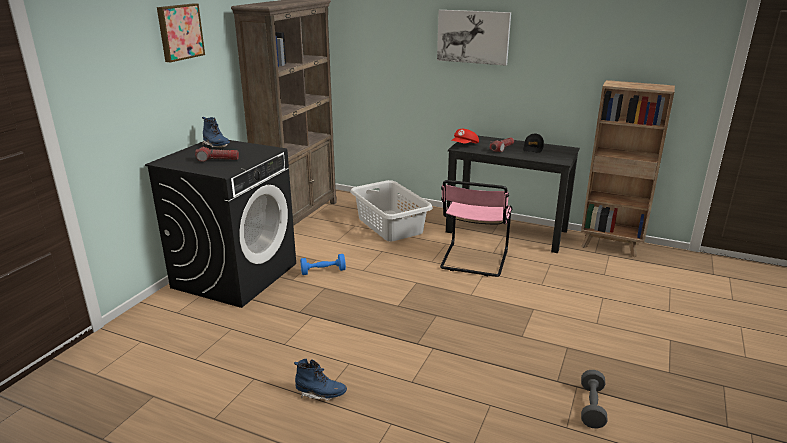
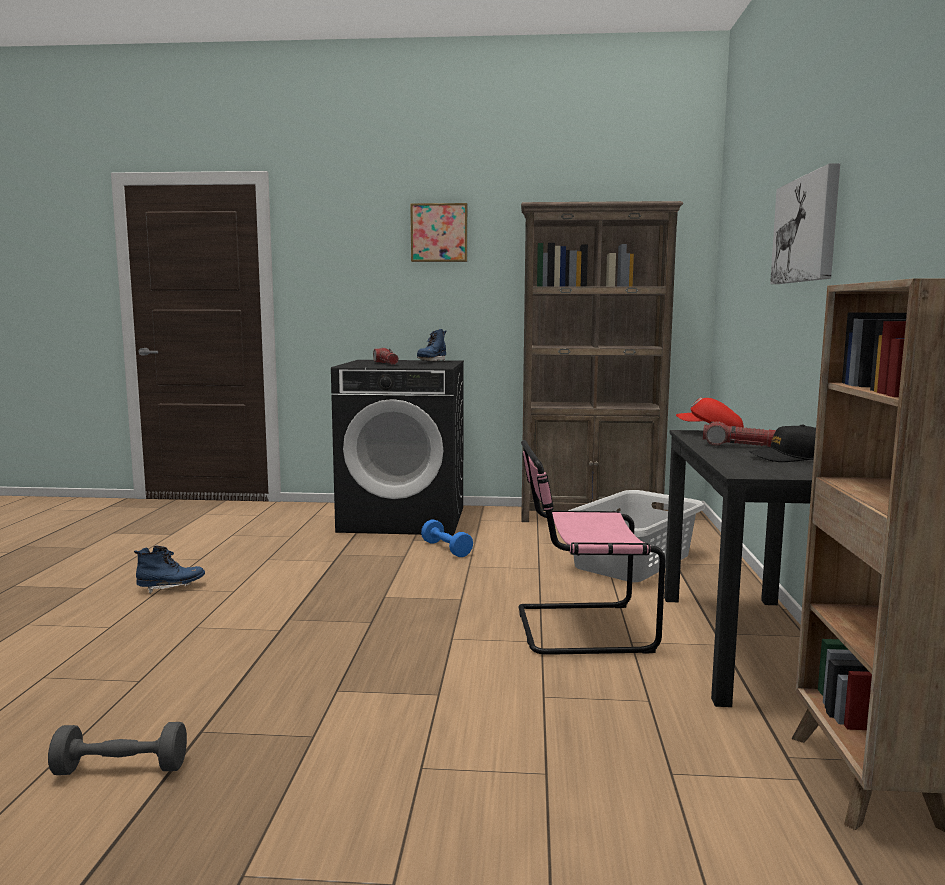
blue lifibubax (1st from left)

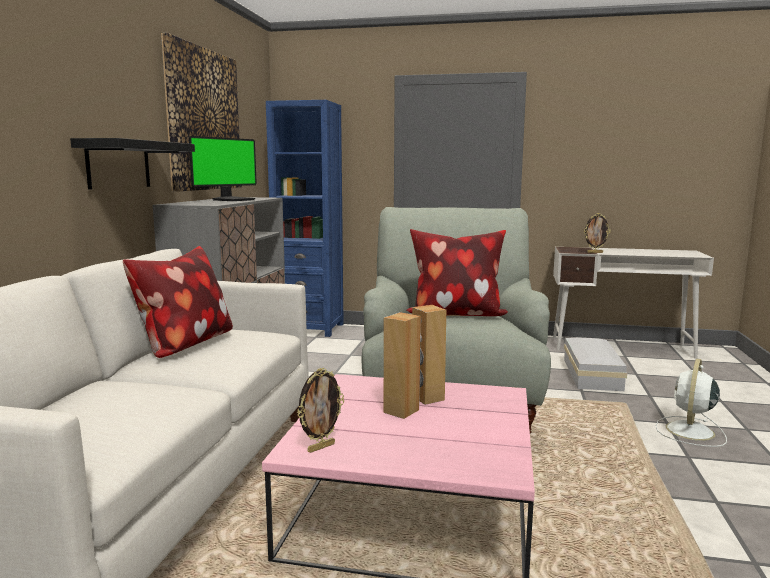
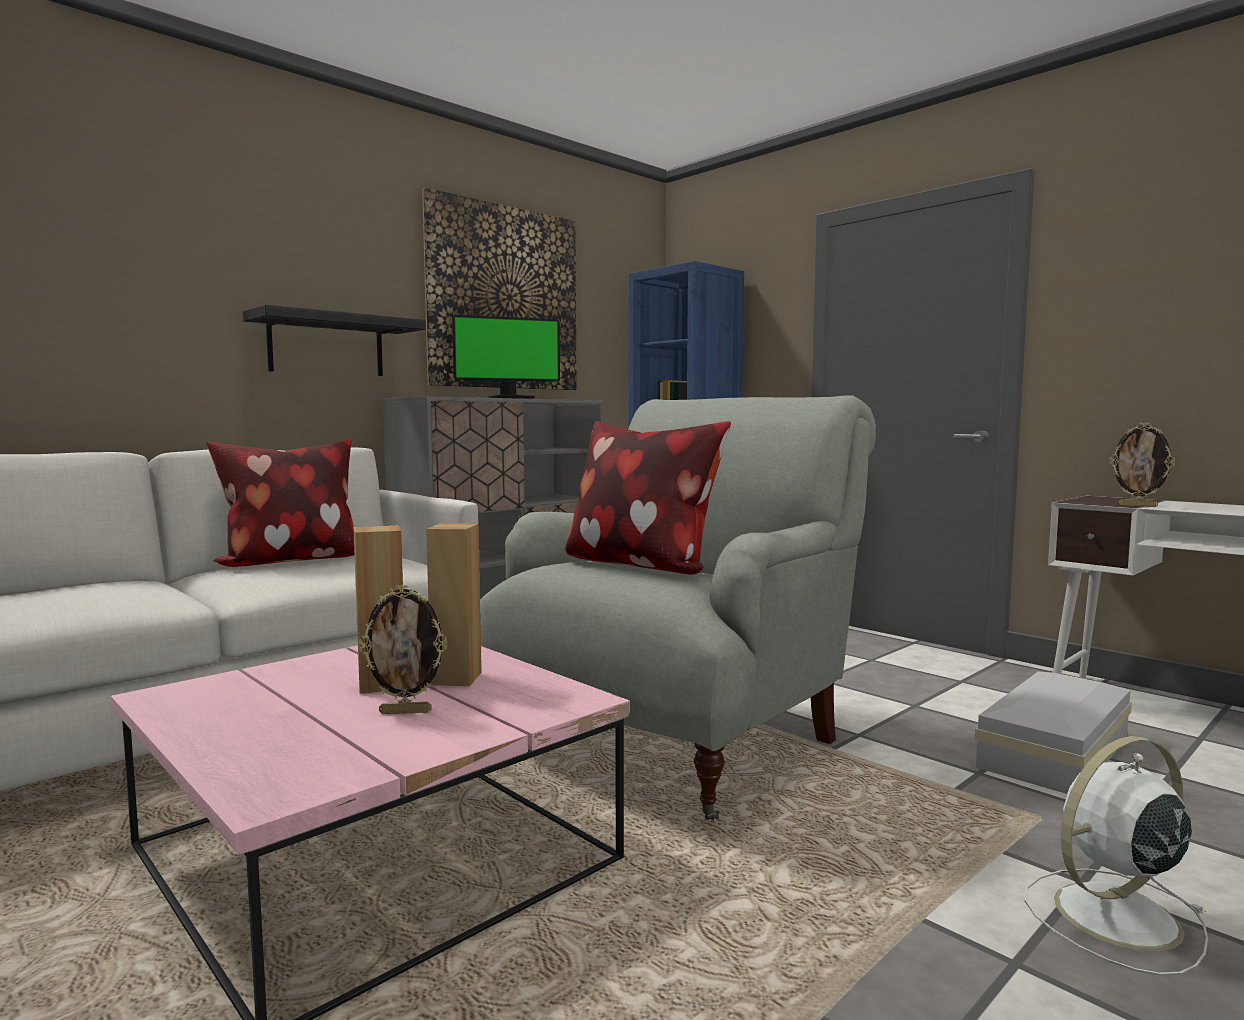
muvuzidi (1st from left)

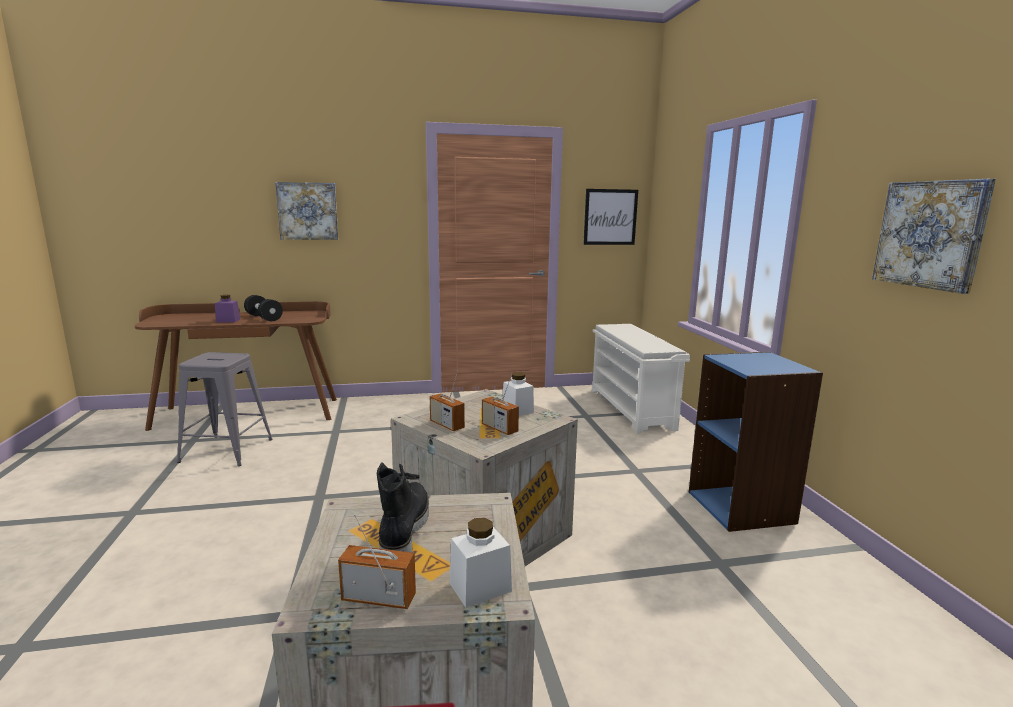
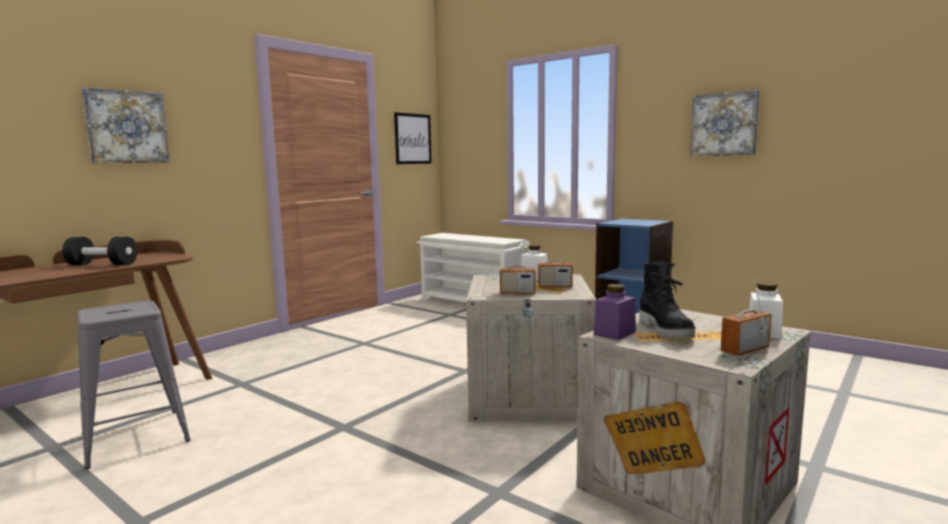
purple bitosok
black lifibubax

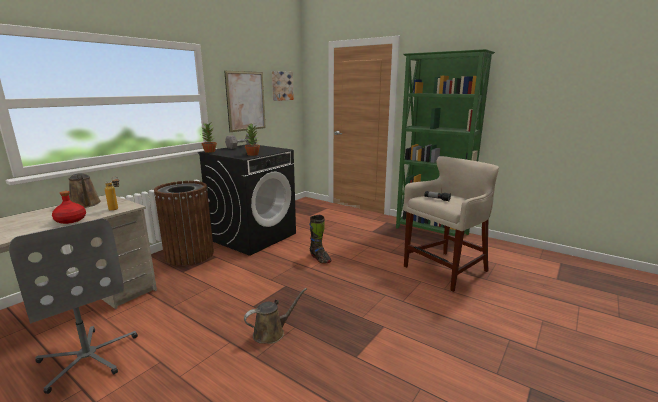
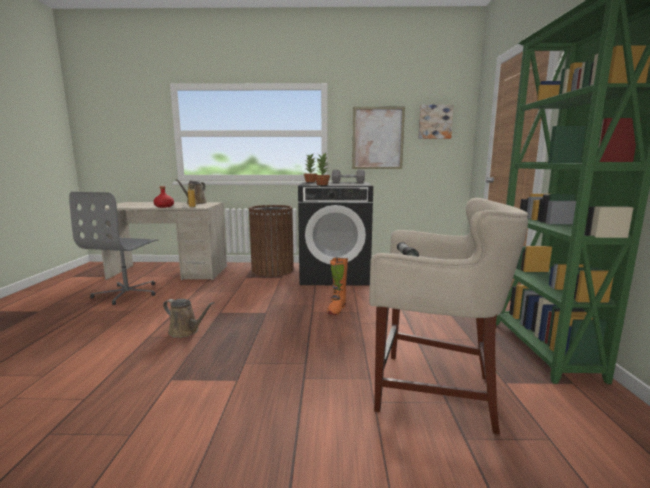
orange lifibubax

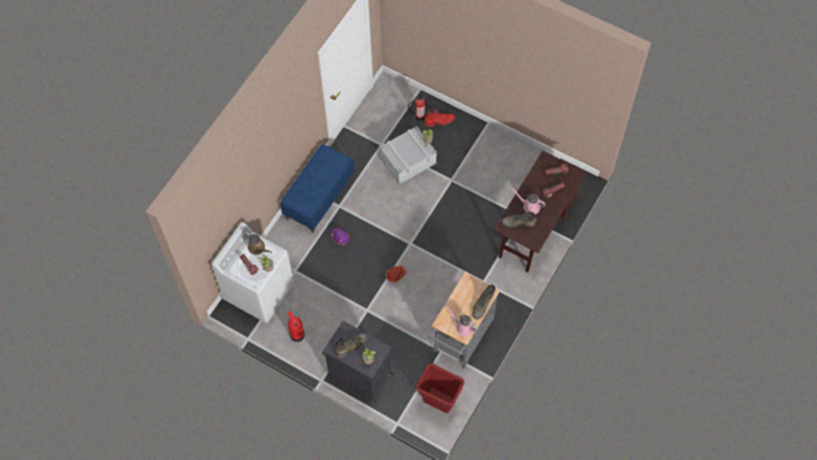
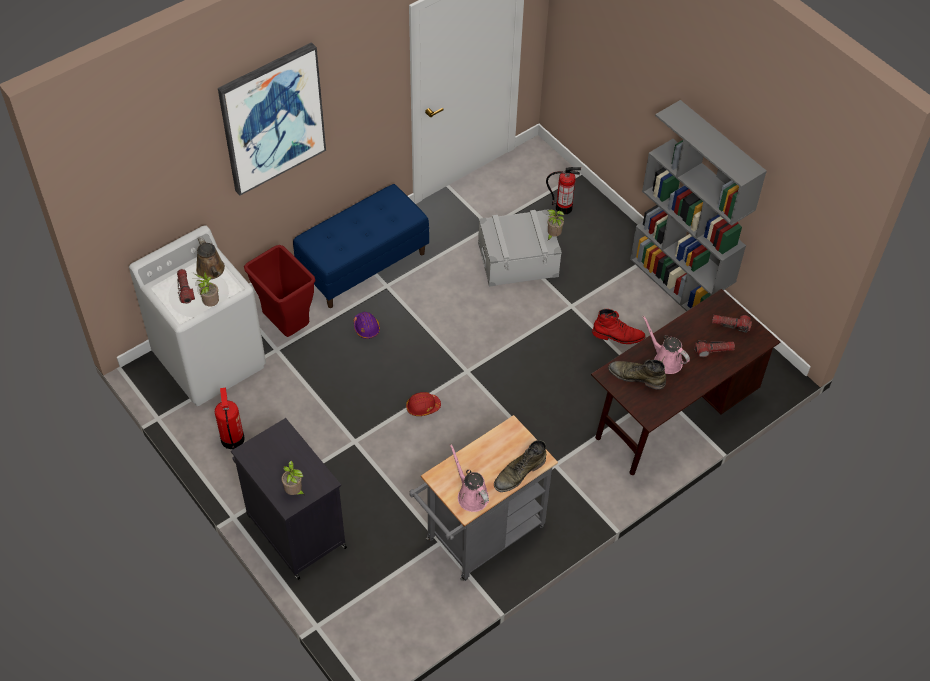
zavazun
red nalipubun
red lifibubax
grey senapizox
green lifibubax (1st from left in the first image)

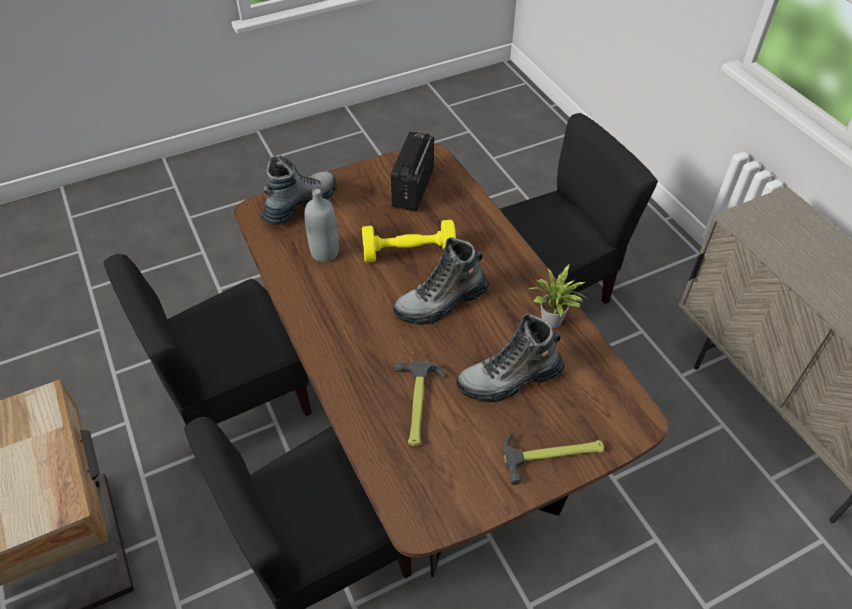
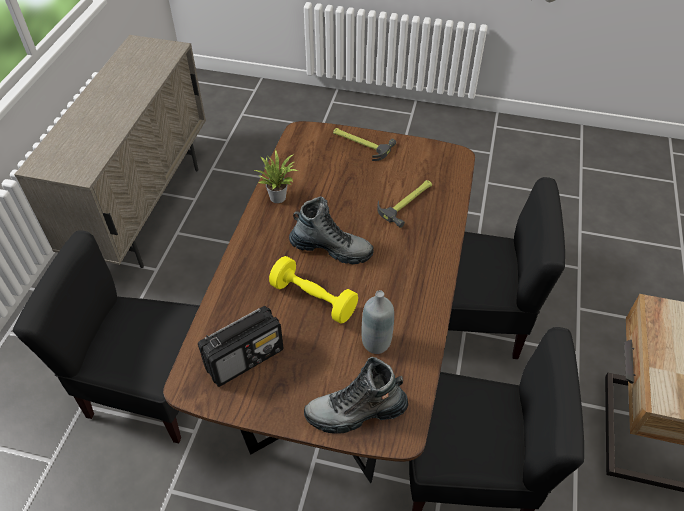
lifibubax (3rd from left in the first image)

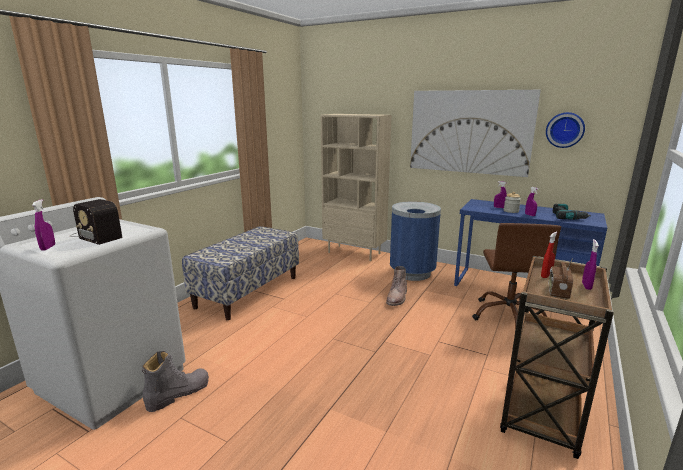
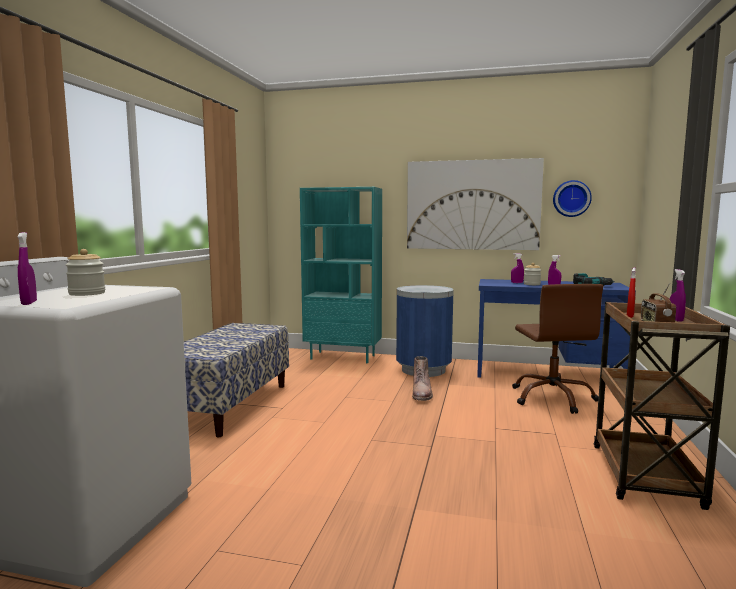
bitosok (1st from left)
turquoise senapizox
grey lifibubax

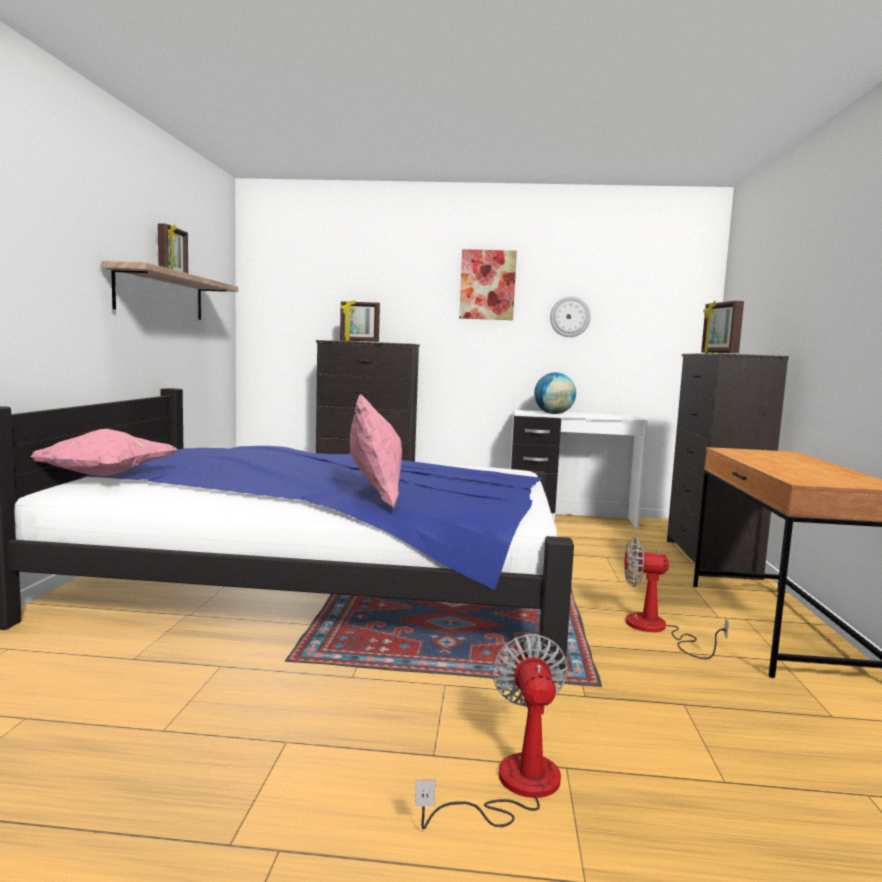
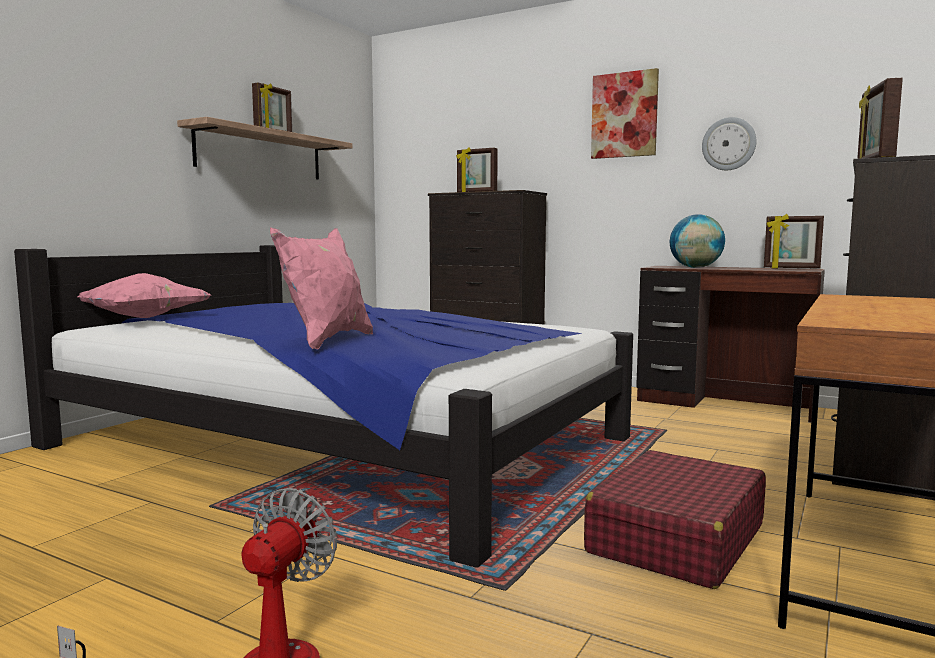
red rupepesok
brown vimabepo (1st from left)
muvuzidi (3rd from left)

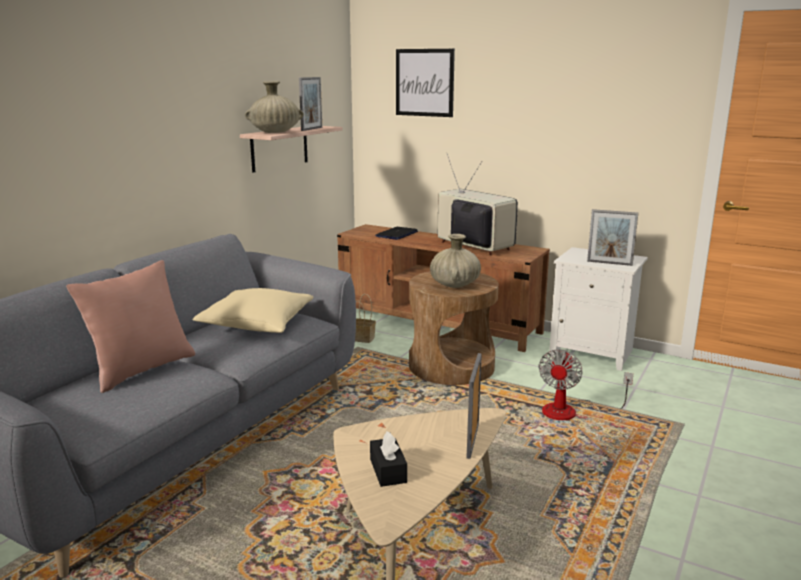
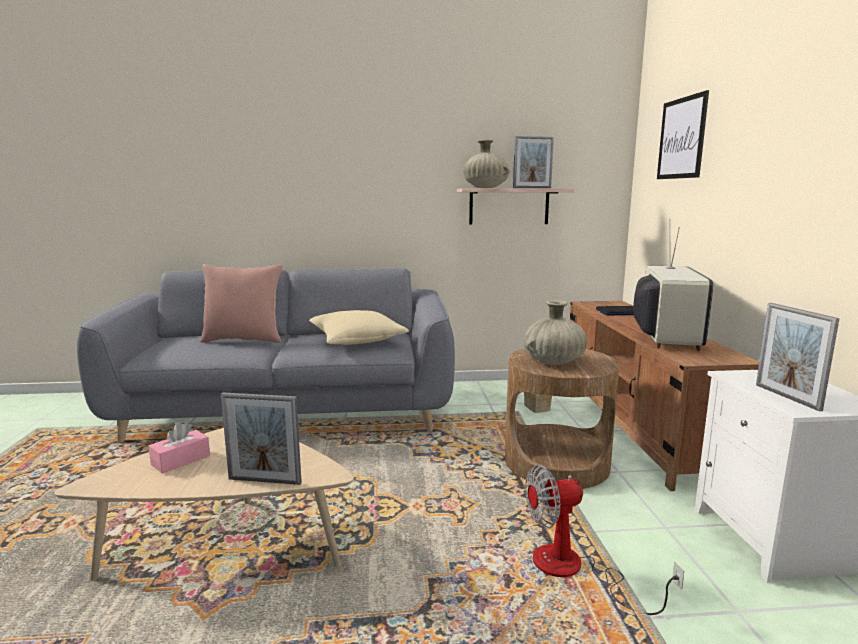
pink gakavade
muvuzidi (1st from left)

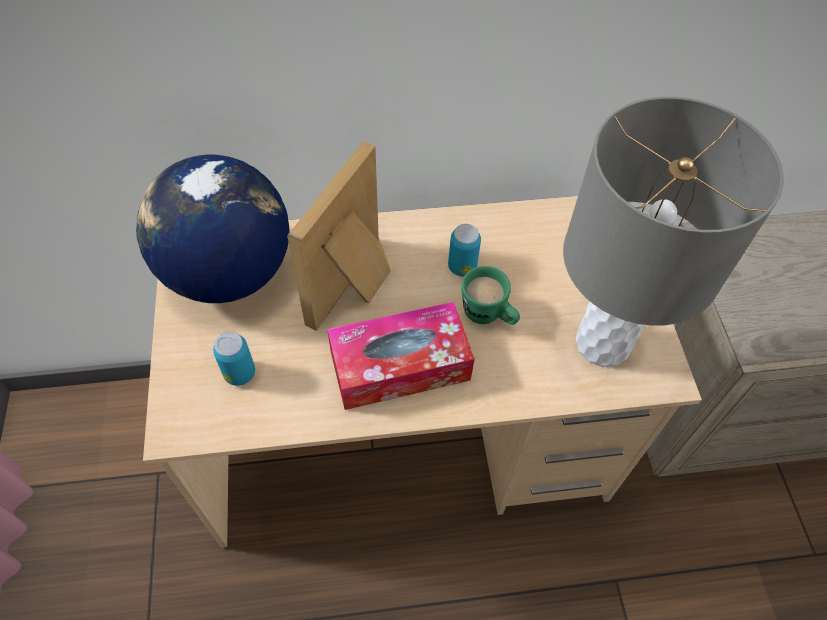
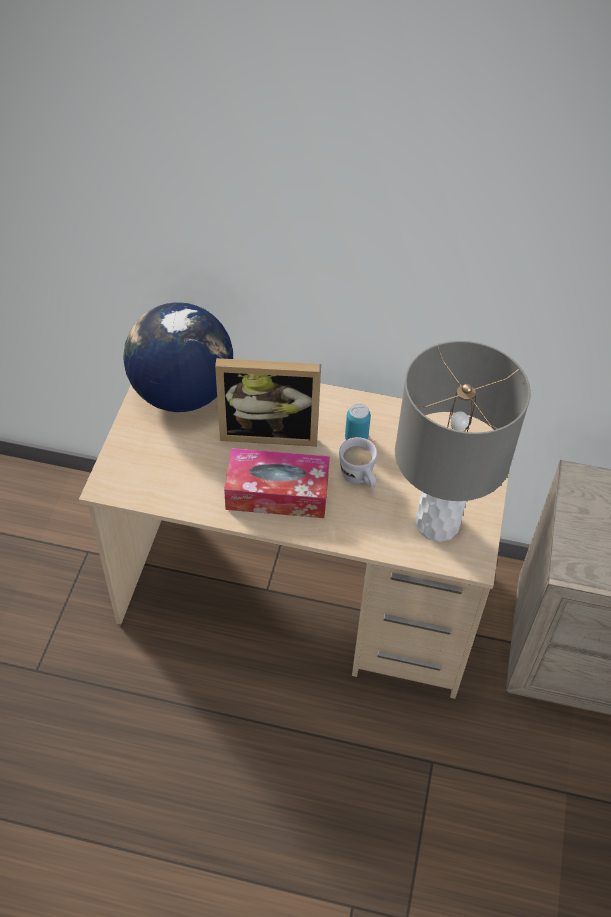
muvuzidi
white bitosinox
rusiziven (1st from left in the first image)

